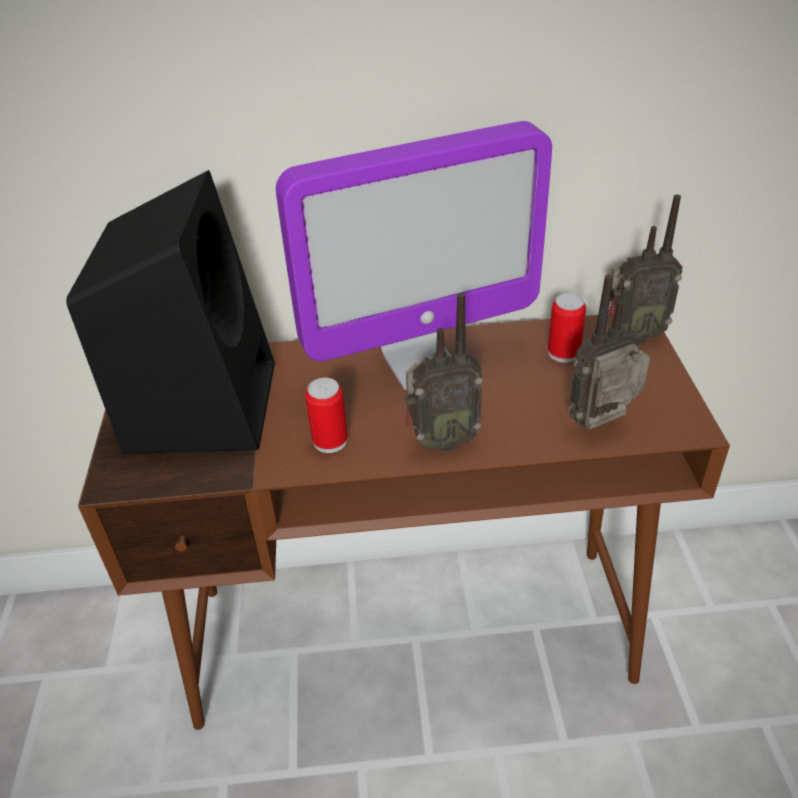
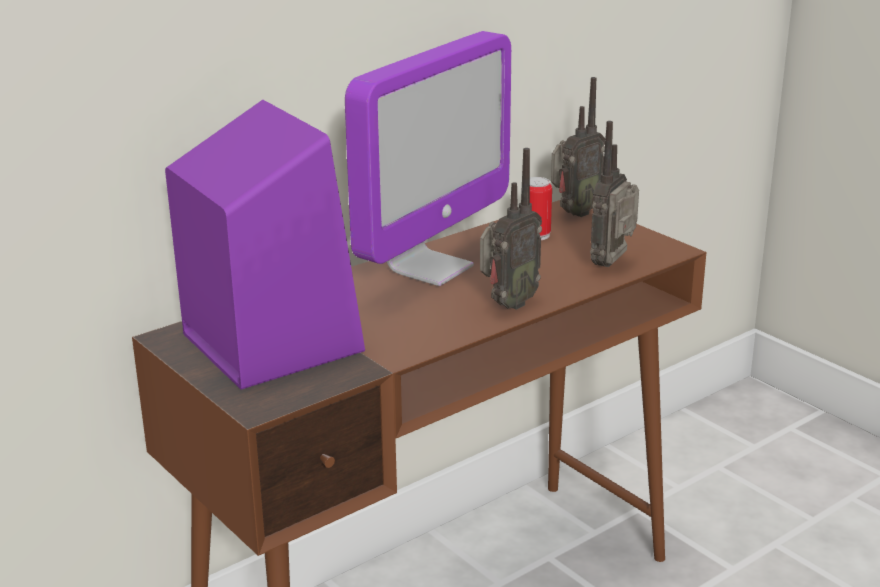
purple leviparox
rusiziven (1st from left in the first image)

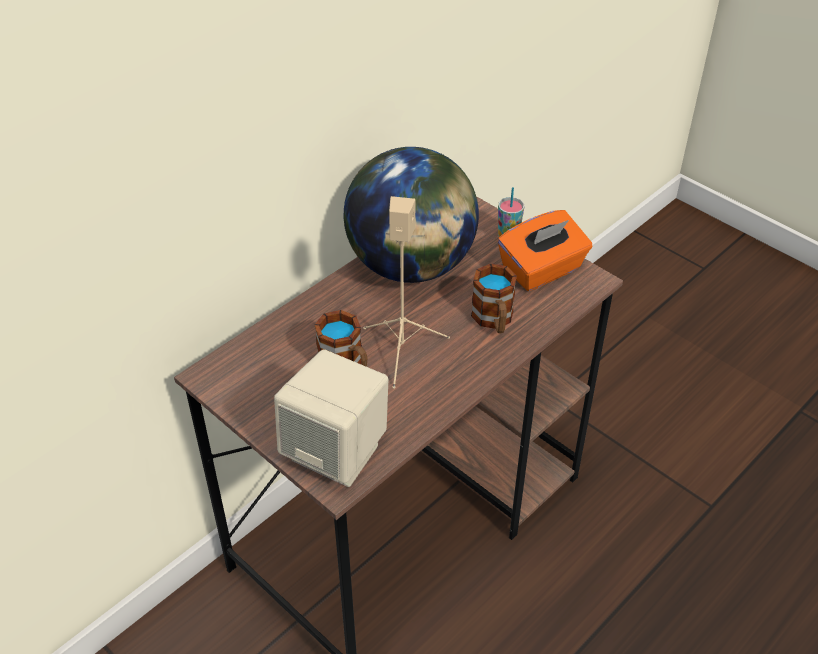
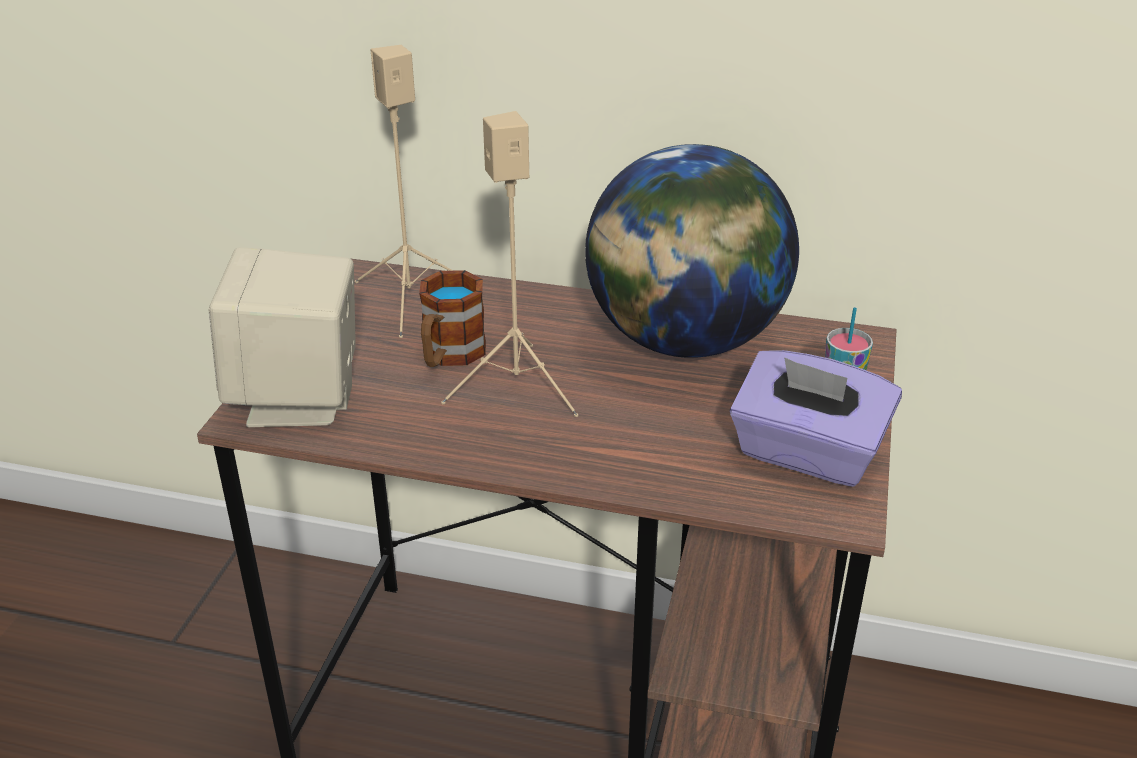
beige leviparox (2nd from left)
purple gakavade
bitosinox (2nd from left in the first image)

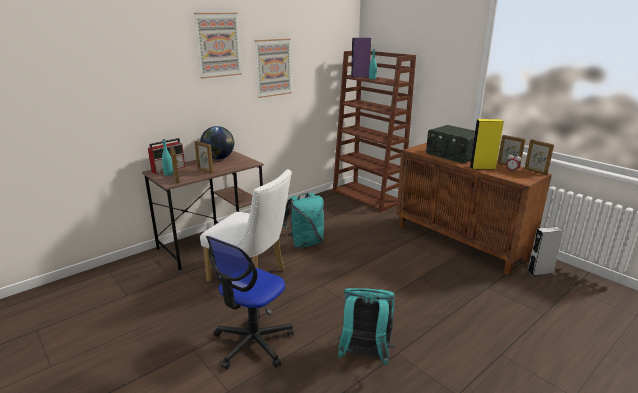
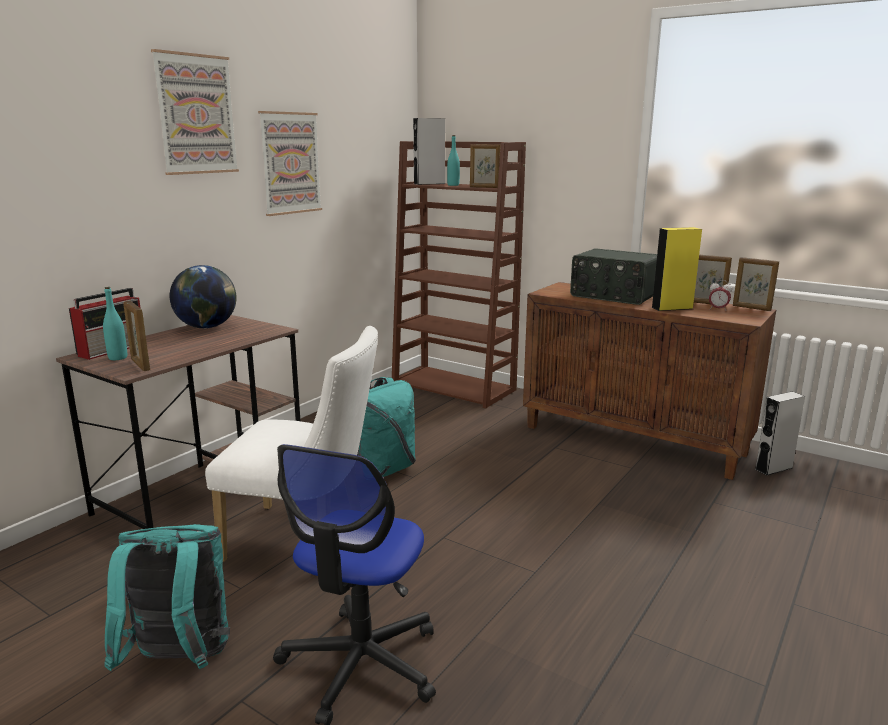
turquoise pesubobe (1st from left)
grey leviparox (1st from left)
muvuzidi (2nd from left)

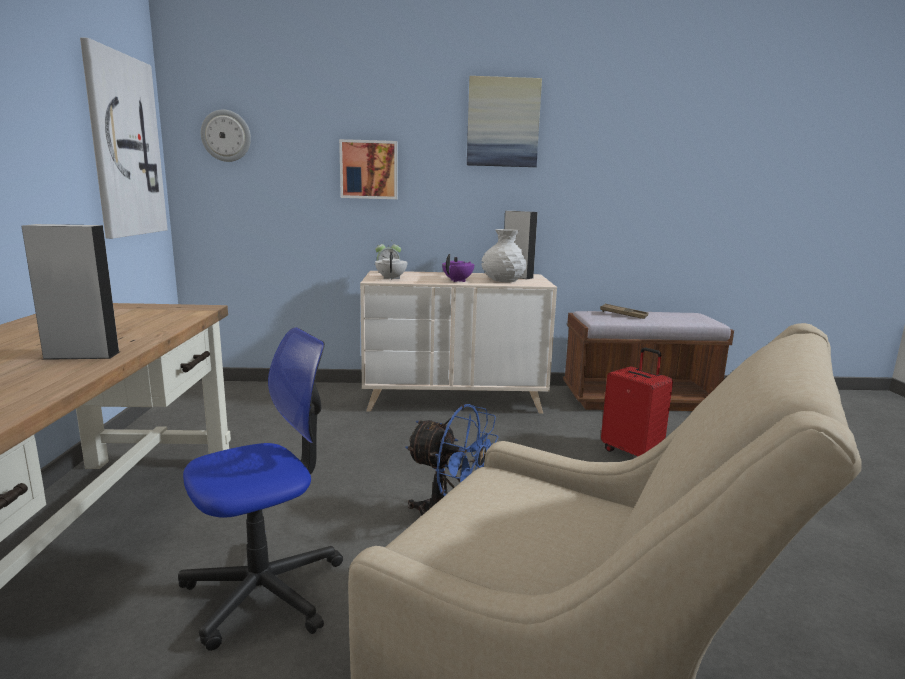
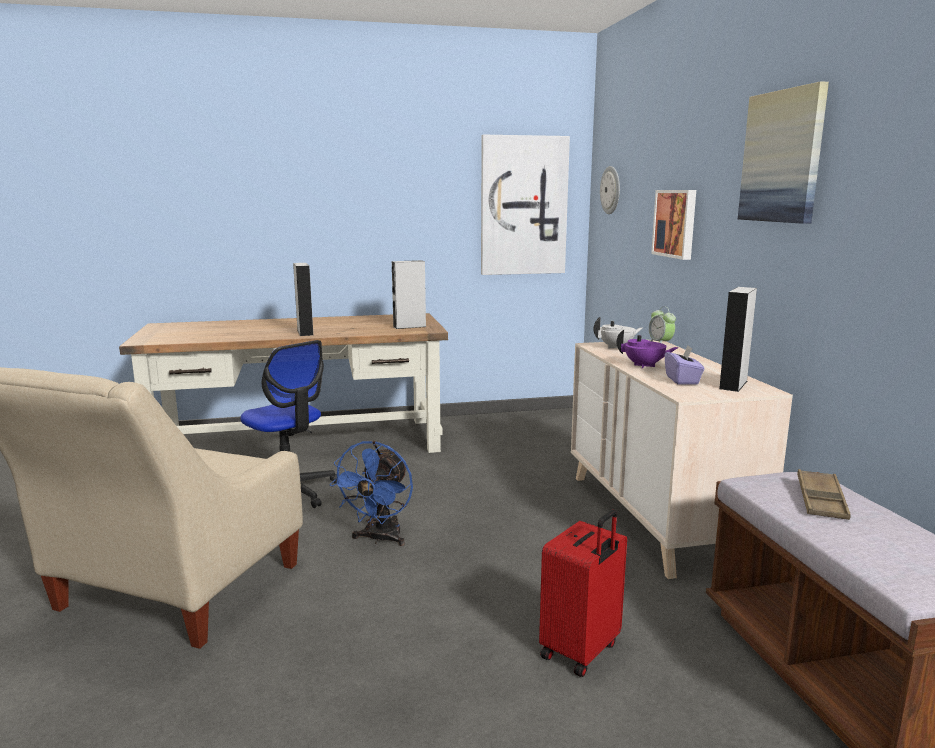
grey leviparox (2nd from left)
purple gakavade

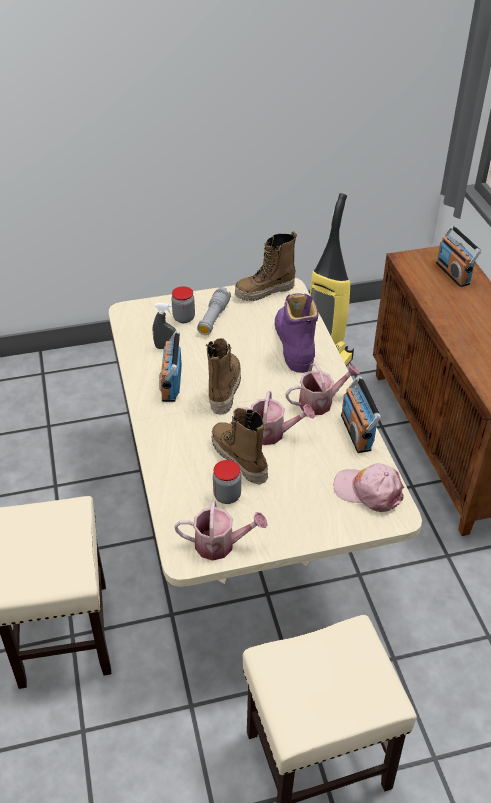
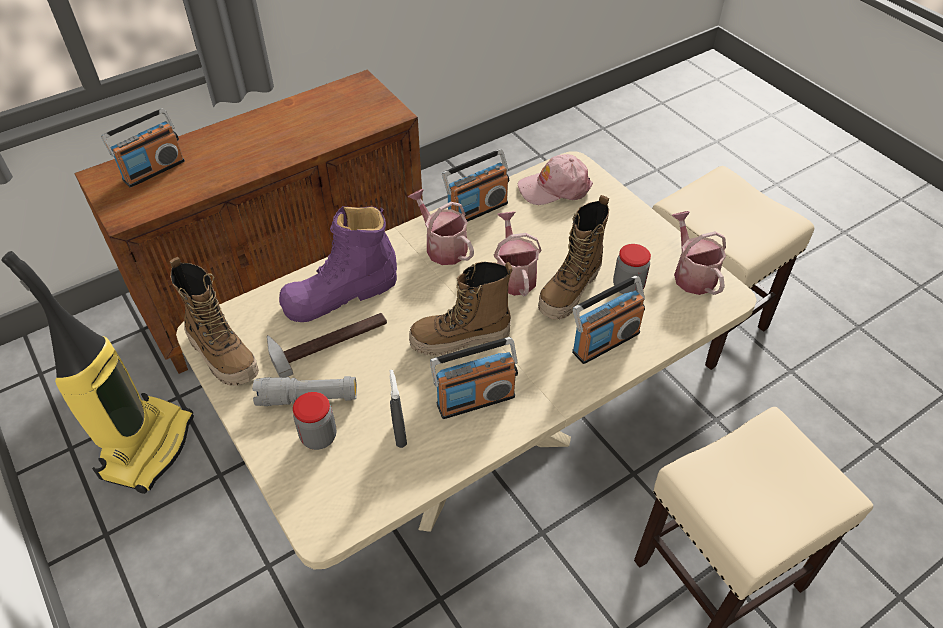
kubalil
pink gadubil
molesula (4th from left)

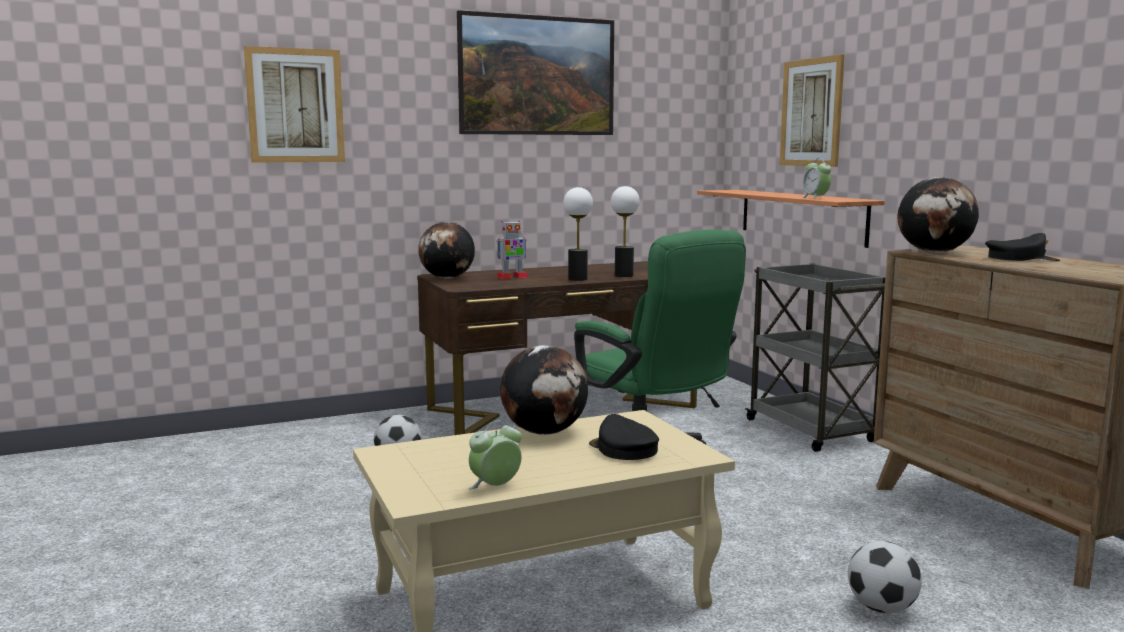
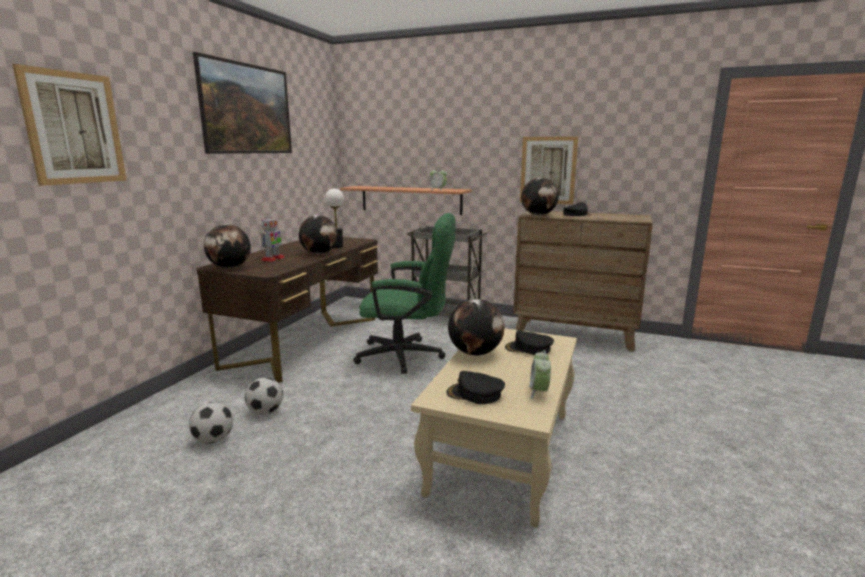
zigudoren (1st from left)
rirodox (2nd from left)
black gadubil (1st from left)
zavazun (3rd from left)

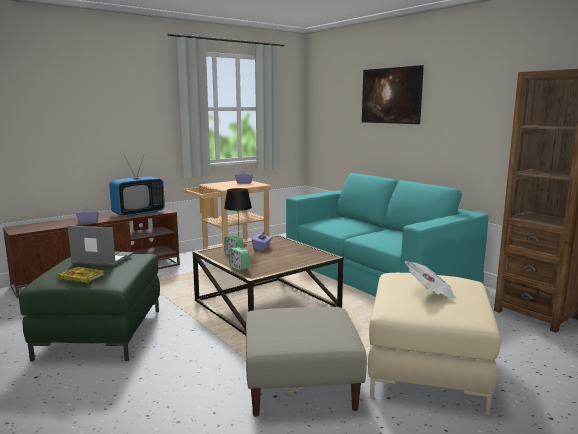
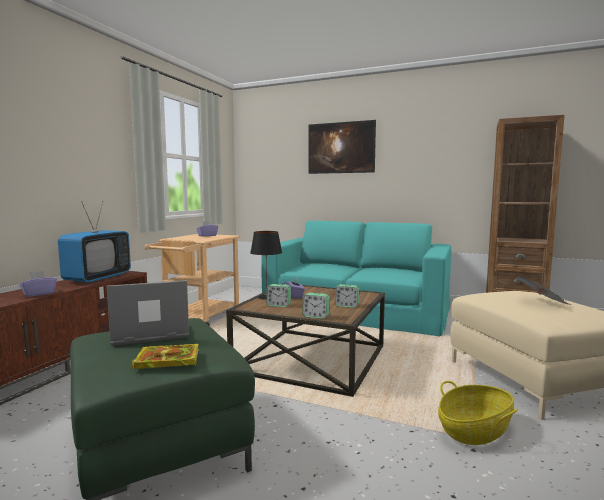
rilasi (3rd from left)
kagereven

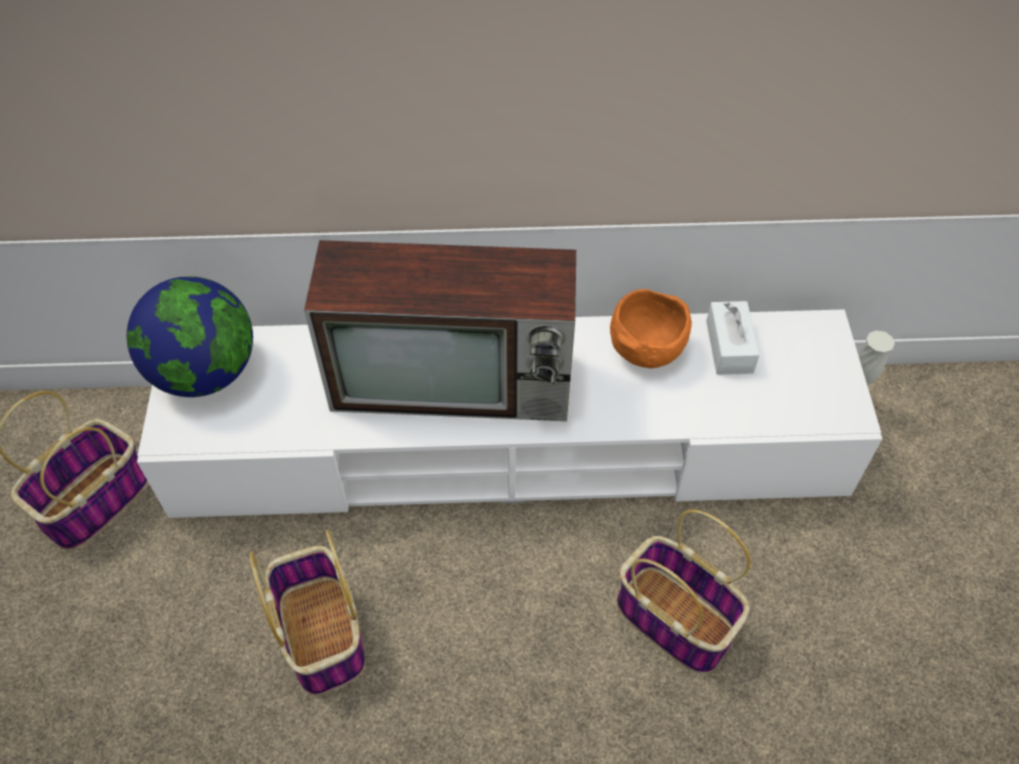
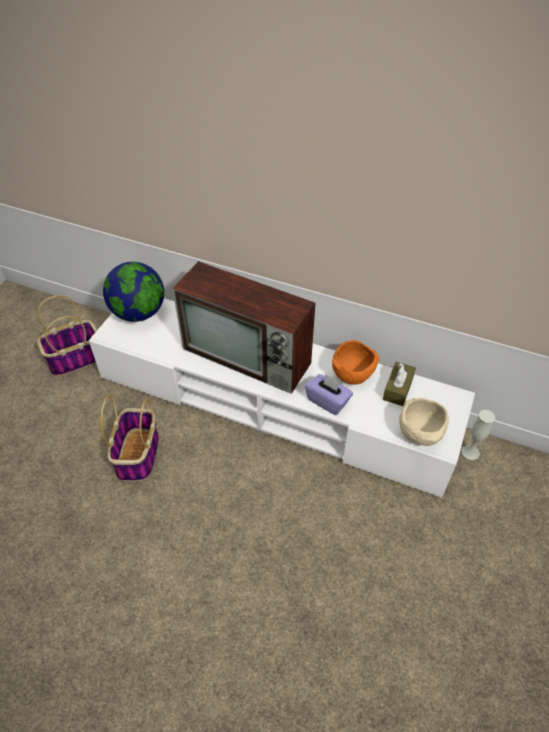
purple gakavade
brown gakavade
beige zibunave
kagereven (3rd from left in the first image)

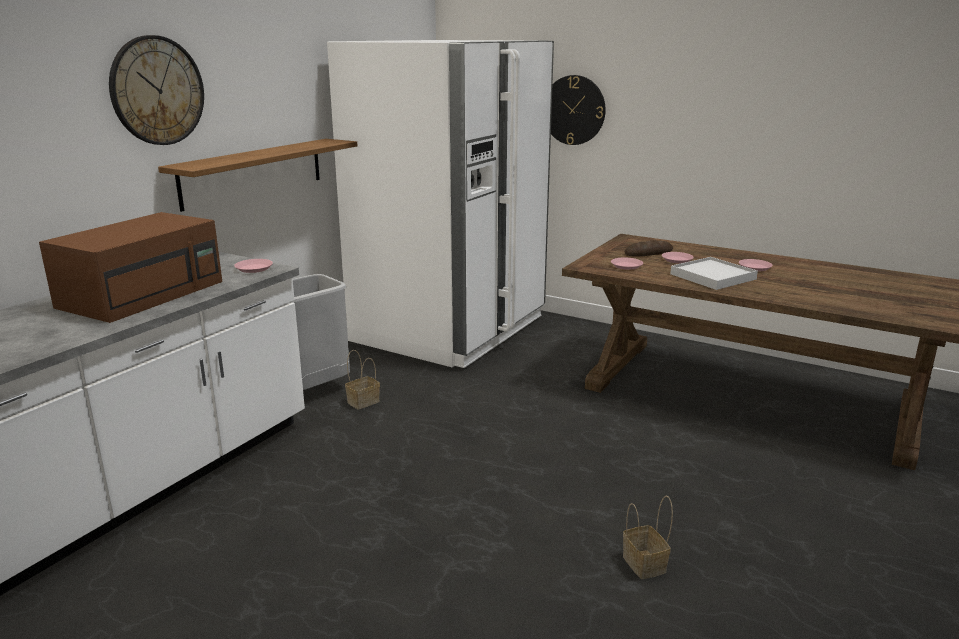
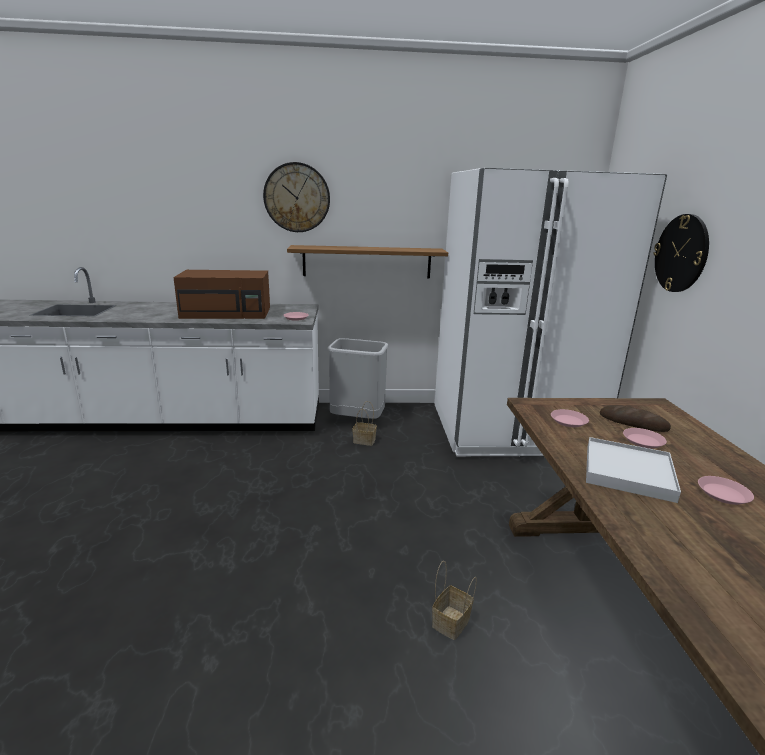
kagereven (2nd from left)

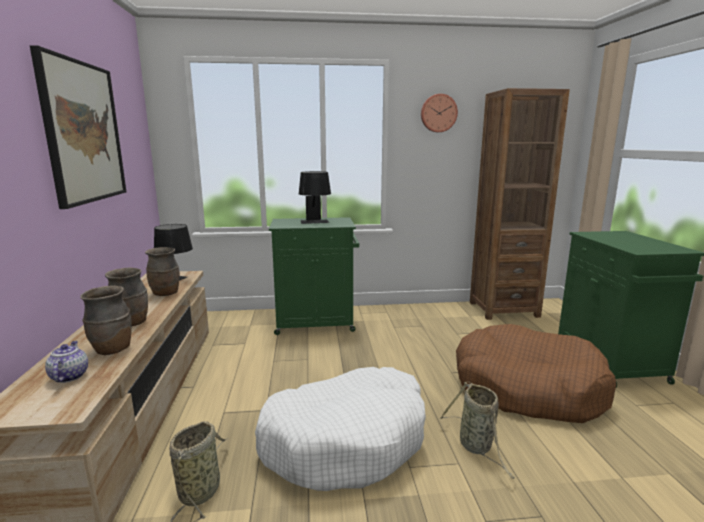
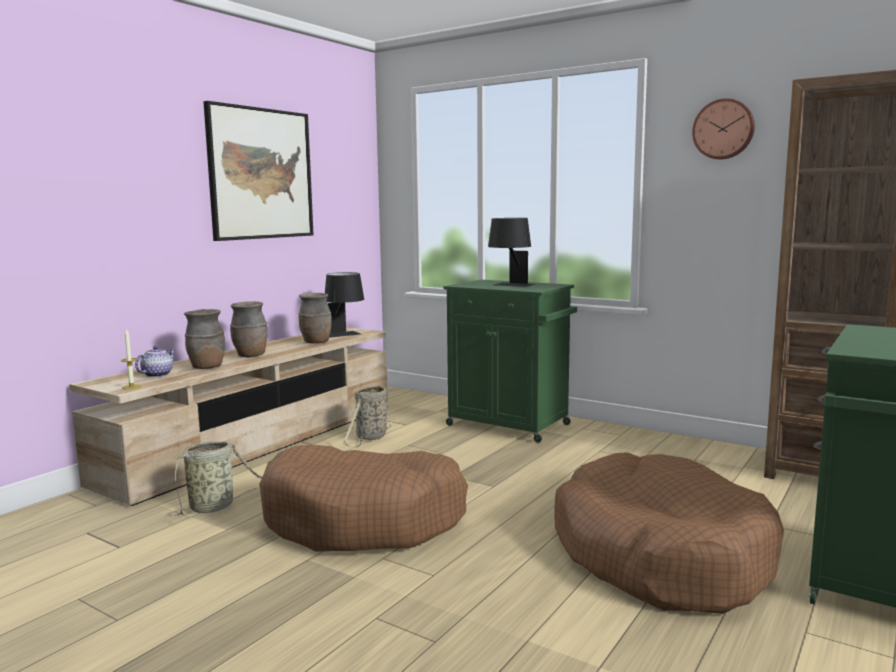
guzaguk
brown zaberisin (1st from left)
kagereven (2nd from left)

